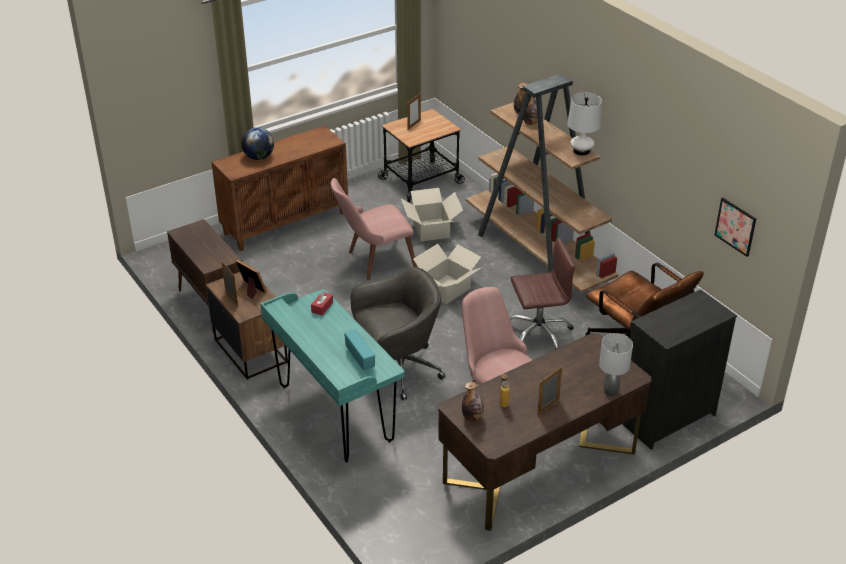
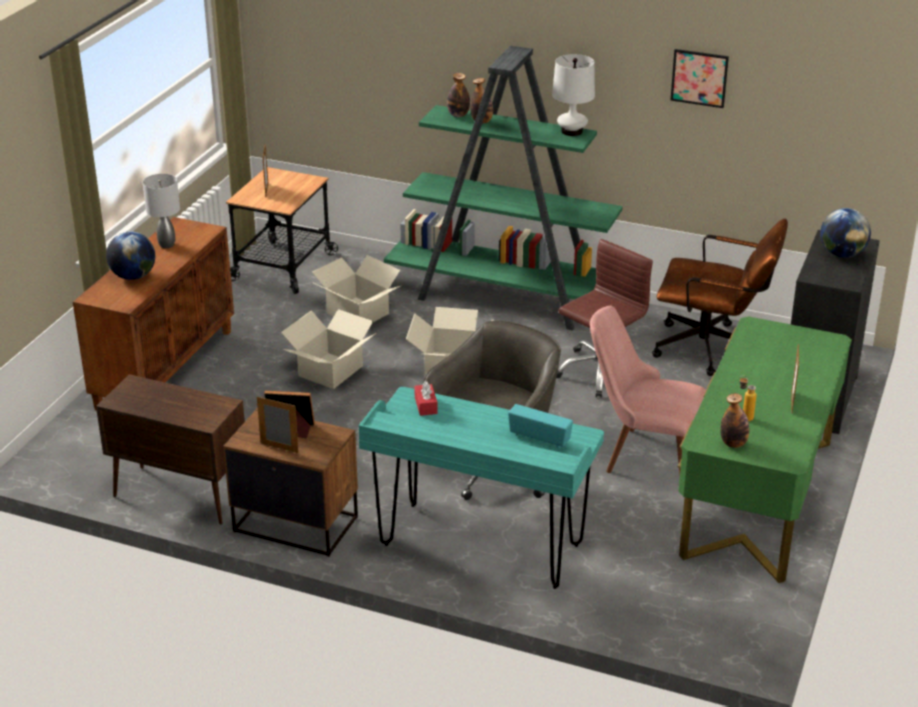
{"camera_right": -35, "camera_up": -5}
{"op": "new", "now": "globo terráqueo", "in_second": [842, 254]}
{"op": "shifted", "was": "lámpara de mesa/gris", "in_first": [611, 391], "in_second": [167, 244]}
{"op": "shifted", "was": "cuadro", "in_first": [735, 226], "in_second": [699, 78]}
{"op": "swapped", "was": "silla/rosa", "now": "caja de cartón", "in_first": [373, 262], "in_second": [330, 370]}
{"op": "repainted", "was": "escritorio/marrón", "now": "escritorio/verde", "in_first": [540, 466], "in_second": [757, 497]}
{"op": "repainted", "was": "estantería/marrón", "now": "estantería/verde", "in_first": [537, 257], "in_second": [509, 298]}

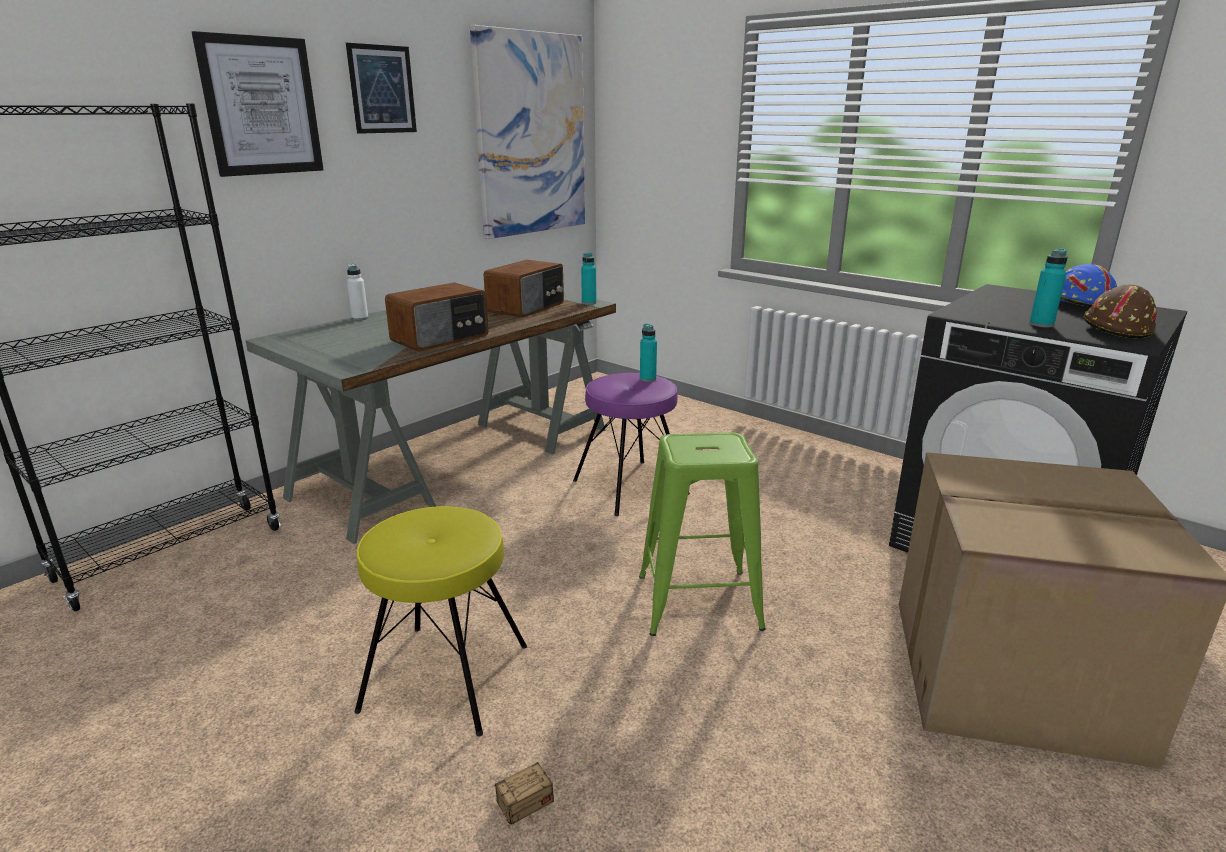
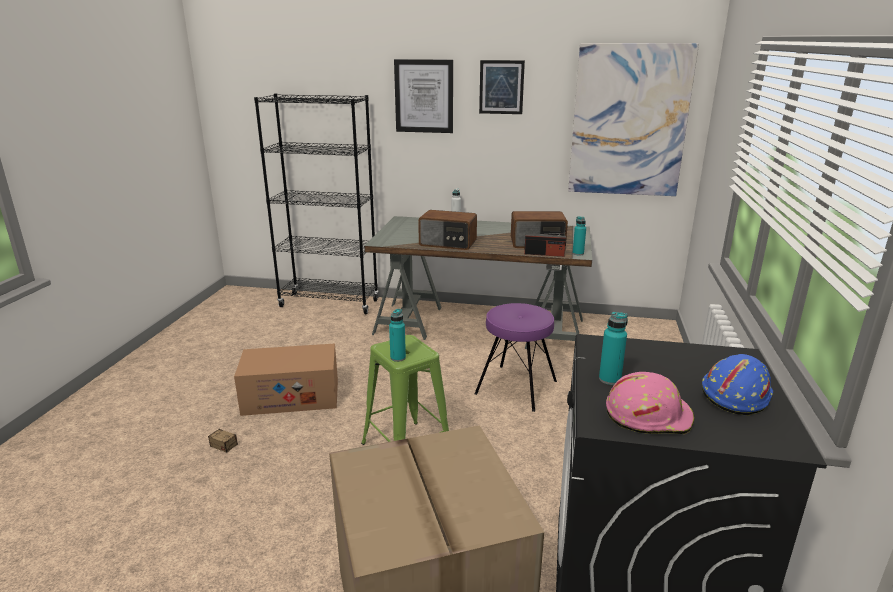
{"camera_right": 60, "camera_up": 0}
{"op": "new", "now": "radio", "in_second": [544, 254]}
{"op": "shifted", "was": "botella/turquesa", "in_first": [648, 379], "in_second": [398, 358]}
{"op": "swapped", "was": "taburete/amarillo", "now": "caja de cartón", "in_first": [445, 676], "in_second": [291, 396]}
{"op": "repainted", "was": "casco/marrón", "now": "casco/rosa", "in_first": [1116, 329], "in_second": [648, 415]}

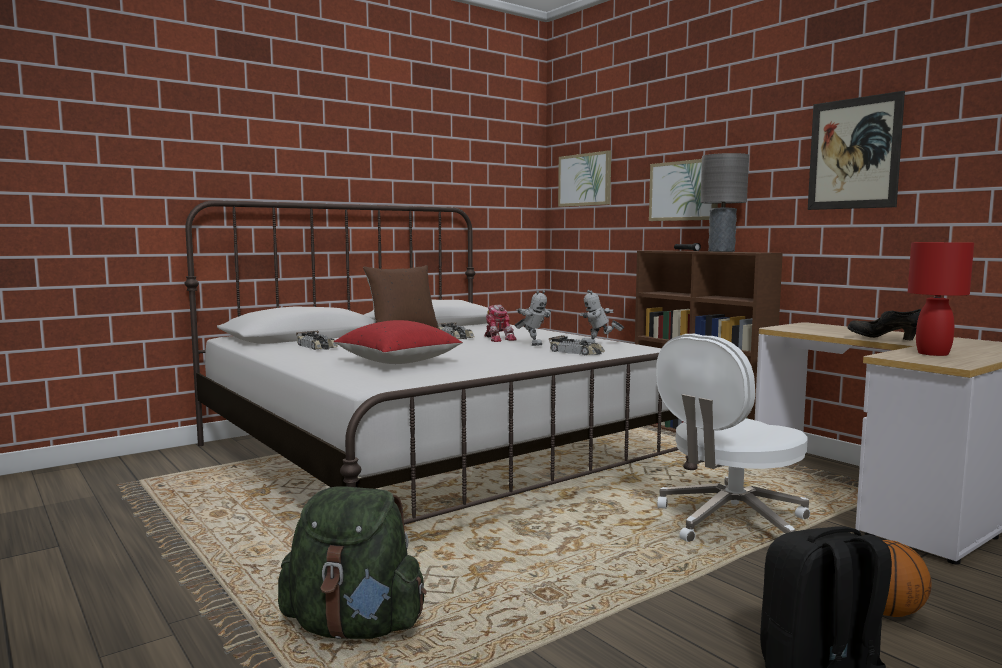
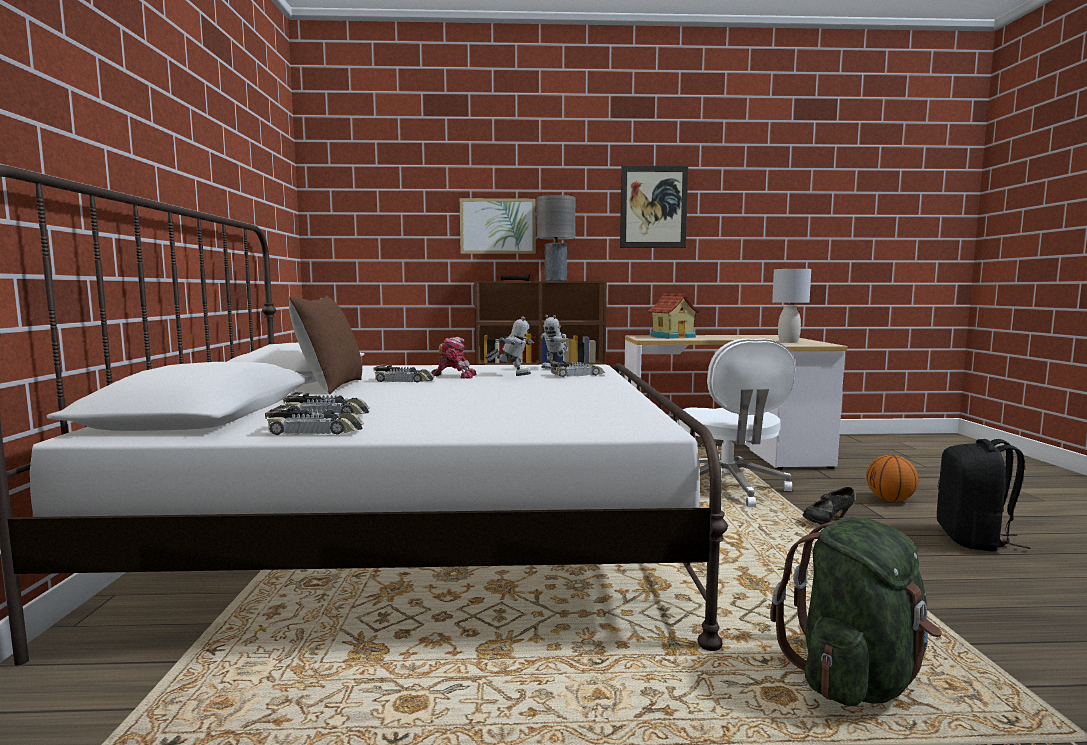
{"camera_right": -55, "camera_up": 0}
{"op": "gone", "was": "cojín/rojo", "in_first": [398, 362]}
{"op": "gone", "was": "cuadro", "in_first": [585, 179]}
{"op": "new", "now": "coche de juguete", "in_second": [317, 430]}
{"op": "new", "now": "casita", "in_second": [673, 336]}
{"op": "shifted", "was": "zapato/negro", "in_first": [883, 338], "in_second": [827, 521]}
{"op": "repainted", "was": "lámpara de mesa/rojo", "now": "lámpara de mesa/gris", "in_first": [932, 353], "in_second": [788, 342]}

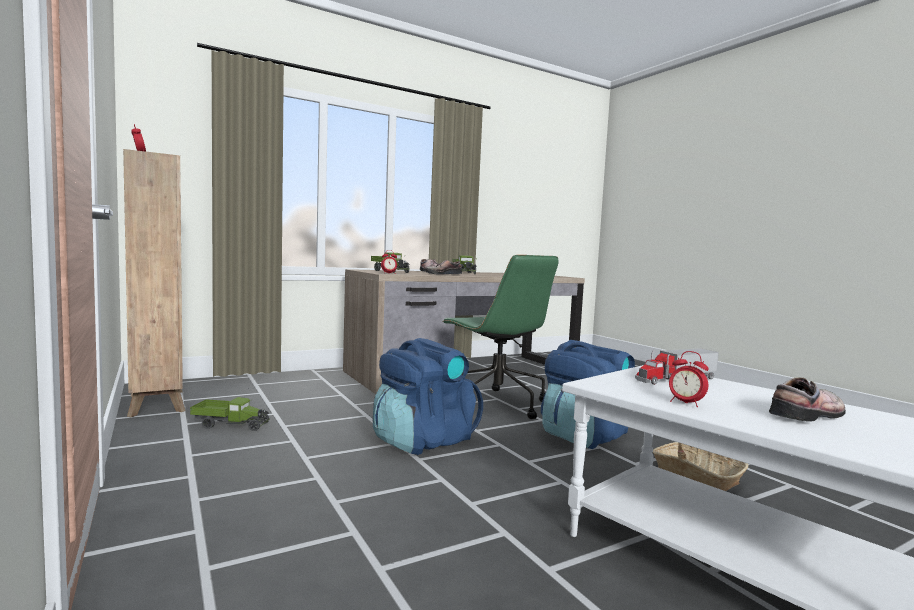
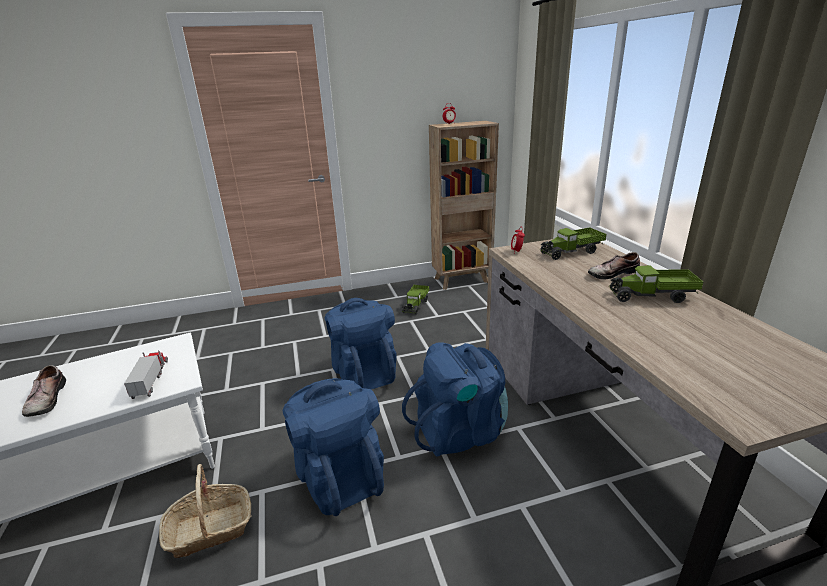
{"camera_right": 105, "camera_up": 20}
{"op": "gone", "was": "zapato", "in_first": [442, 274]}
{"op": "gone", "was": "despertador", "in_first": [685, 403]}
{"op": "swapped", "was": "silla de oficina/verde", "now": "mochila/azul", "in_first": [496, 403], "in_second": [460, 431]}

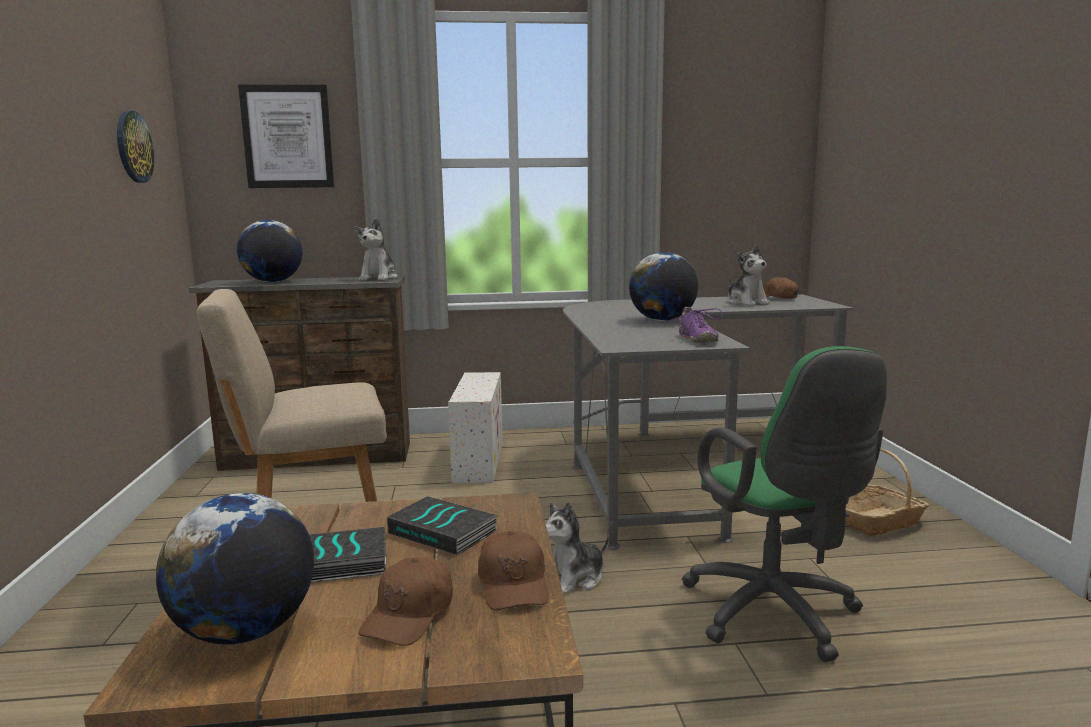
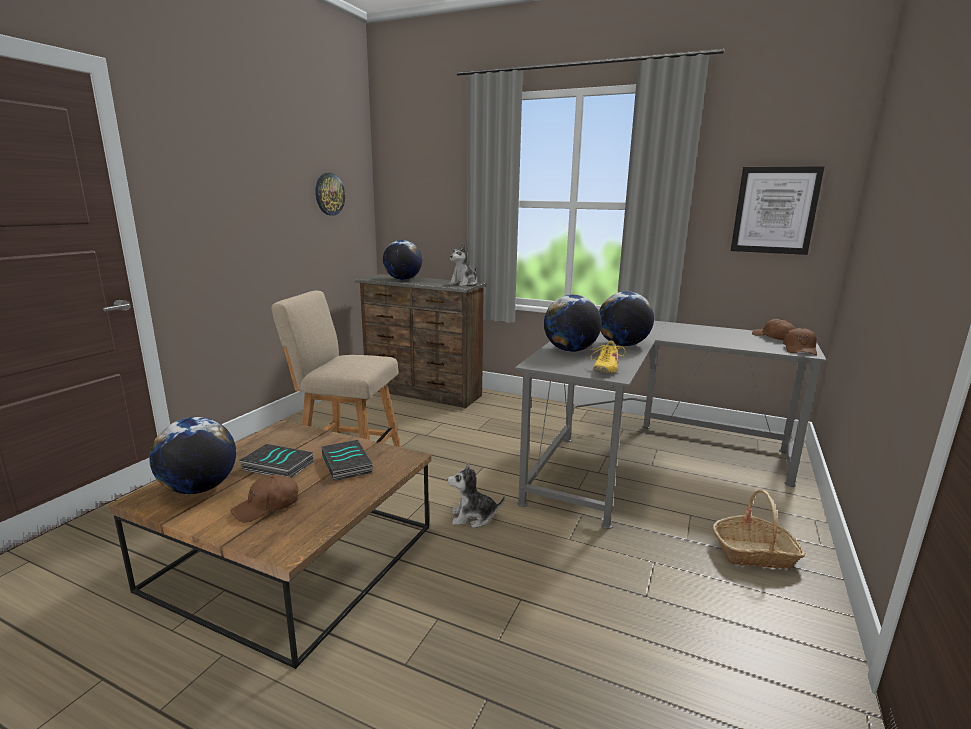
{"camera_right": 30, "camera_up": 5}
{"op": "gone", "was": "caja de almacenaje/blanco", "in_first": [479, 460]}
{"op": "gone", "was": "silla de oficina/verde", "in_first": [775, 616]}
{"op": "gone", "was": "peluche", "in_first": [746, 303]}
{"op": "new", "now": "globo terráqueo", "in_second": [570, 350]}
{"op": "shifted", "was": "cuadro", "in_first": [287, 137], "in_second": [775, 210]}
{"op": "shifted", "was": "gorra/marrón", "in_first": [514, 584], "in_second": [799, 349]}
{"op": "repainted", "was": "zapato/morado", "now": "zapato/amarillo", "in_first": [697, 339], "in_second": [605, 368]}

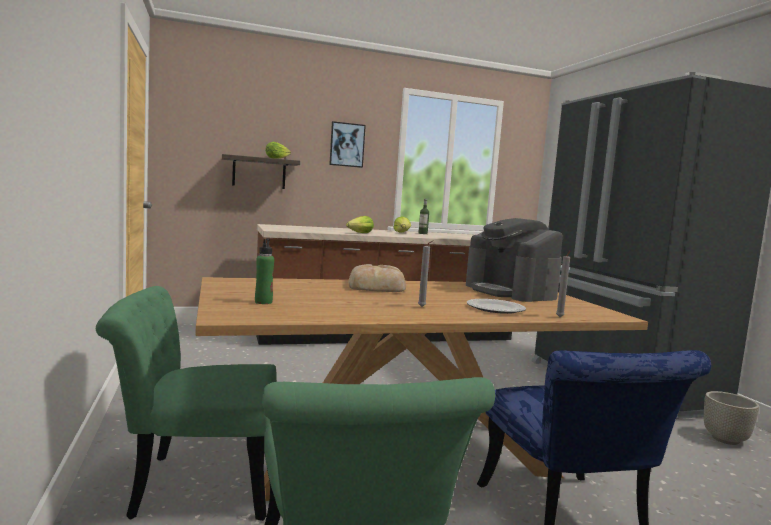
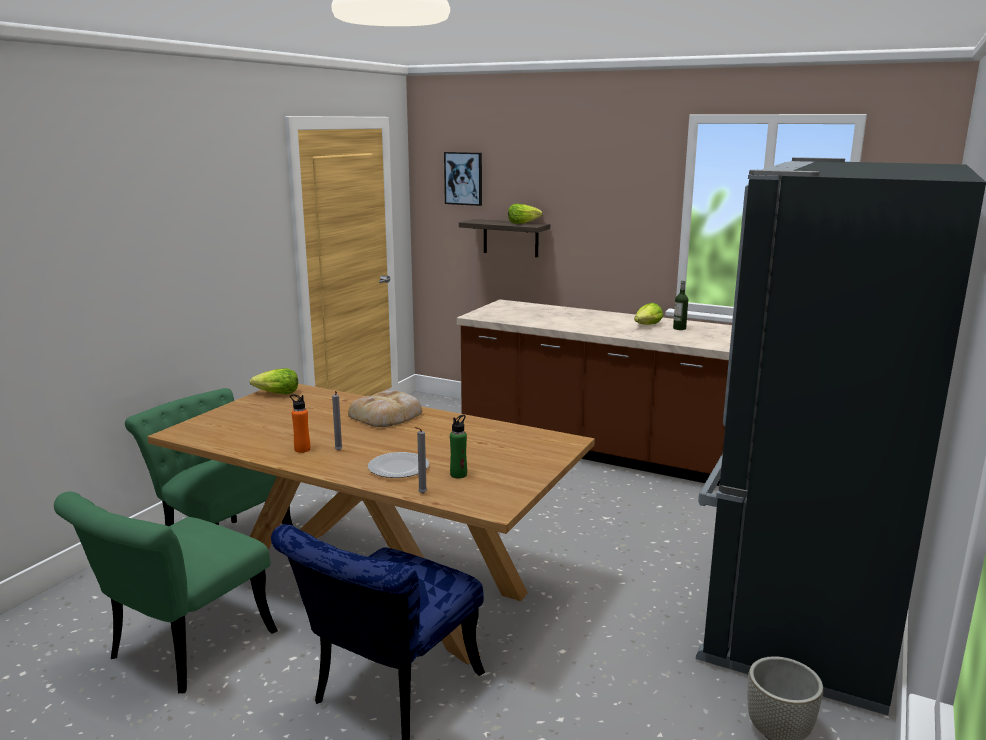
{"camera_right": 45, "camera_up": 10}
{"op": "gone", "was": "cafetera", "in_first": [510, 292]}
{"op": "new", "now": "botella/naranja", "in_second": [302, 449]}
{"op": "shifted", "was": "botella/verde", "in_first": [263, 302], "in_second": [458, 474]}
{"op": "shifted", "was": "cuadro", "in_first": [347, 145], "in_second": [463, 178]}
{"op": "shifted", "was": "lechuga", "in_first": [360, 233], "in_second": [277, 394]}

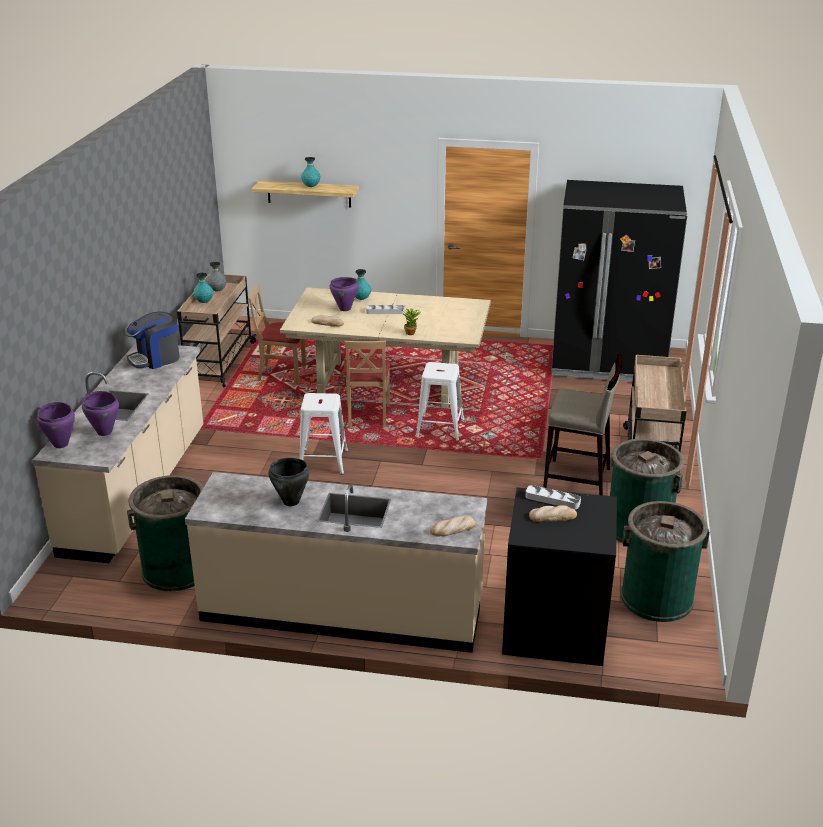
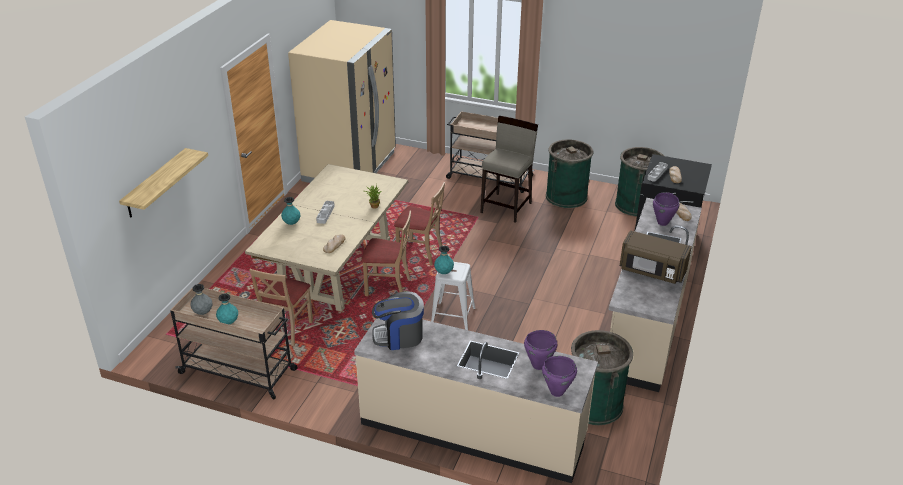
{"camera_right": -80, "camera_up": 5}
{"op": "shifted", "was": "florero/turquesa", "in_first": [311, 186], "in_second": [443, 272]}
{"op": "shifted", "was": "olla/morado", "in_first": [345, 309], "in_second": [663, 222]}
{"op": "swapped", "was": "olla/negro", "now": "microondas/marrón", "in_first": [291, 502], "in_second": [651, 271]}
{"op": "swapped", "was": "taburete/blanco", "now": "silla/beis", "in_first": [440, 428], "in_second": [420, 253]}
{"op": "repainted", "was": "nevera/negro", "now": "nevera/beis", "in_first": [608, 363], "in_second": [350, 166]}
{"op": "rotated", "was": "cafetera", "in_first": [155, 359], "in_second": [399, 336], "clockwise": 105}

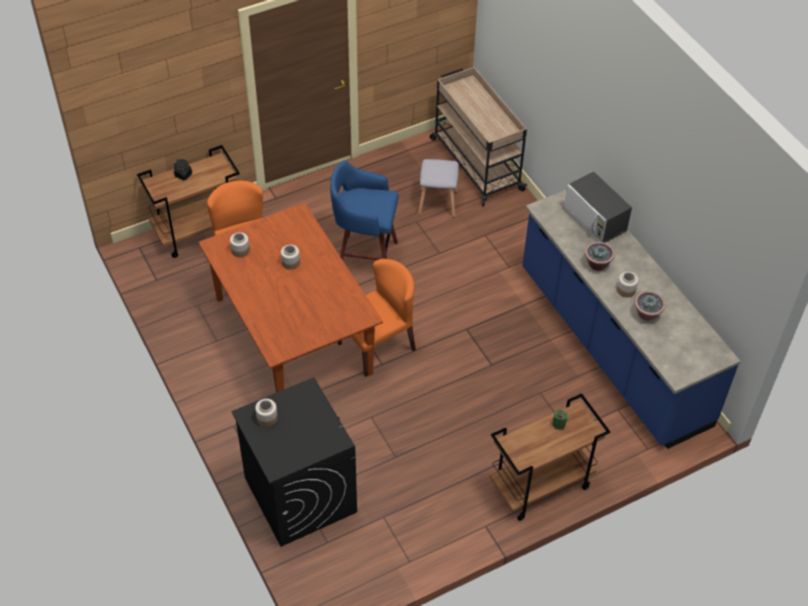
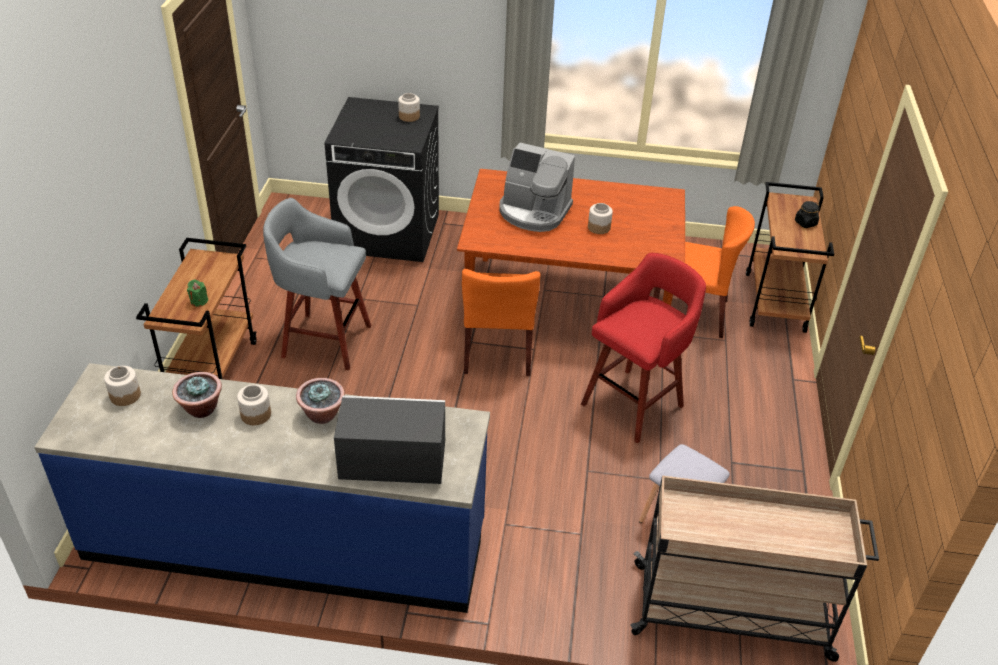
{"camera_right": 125, "camera_up": -10}
{"op": "new", "now": "taburete/gris", "in_second": [323, 340]}
{"op": "new", "now": "cafetera", "in_second": [534, 212]}
{"op": "shifted", "was": "tarro", "in_first": [240, 250], "in_second": [125, 395]}
{"op": "repainted", "was": "taburete/azul", "now": "taburete/rojo", "in_first": [365, 257], "in_second": [634, 404]}

